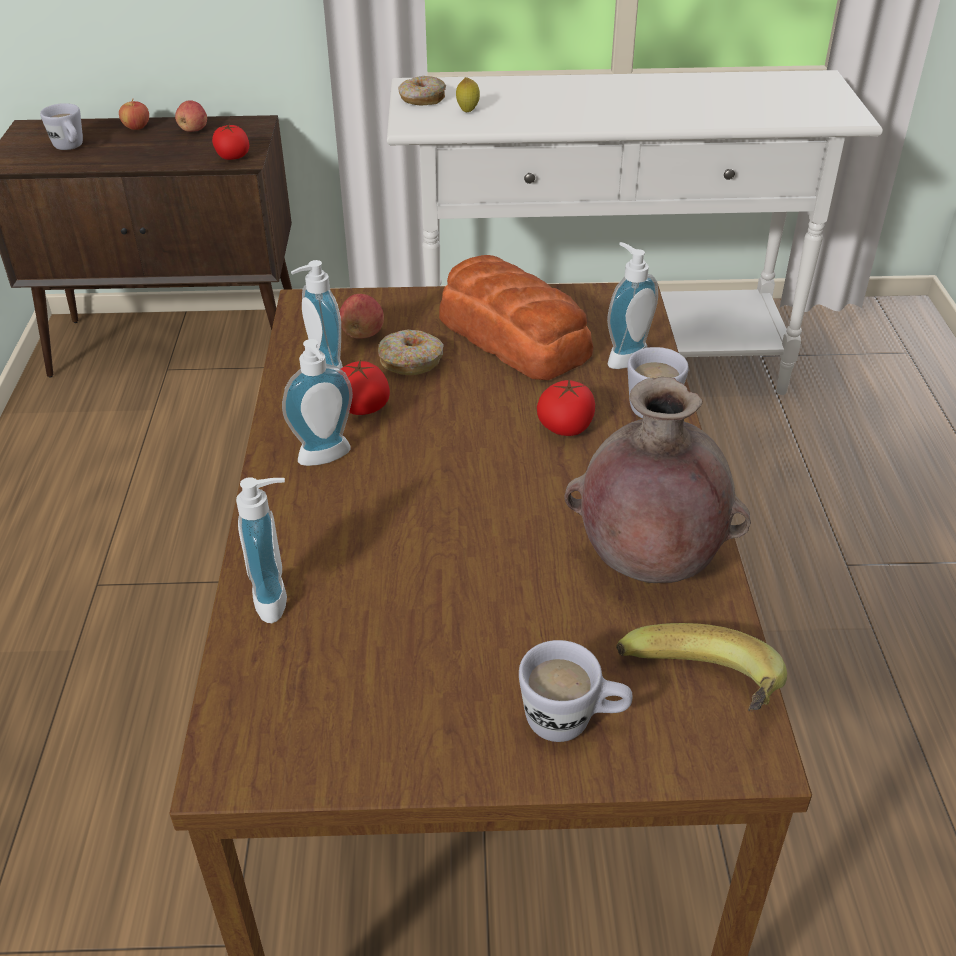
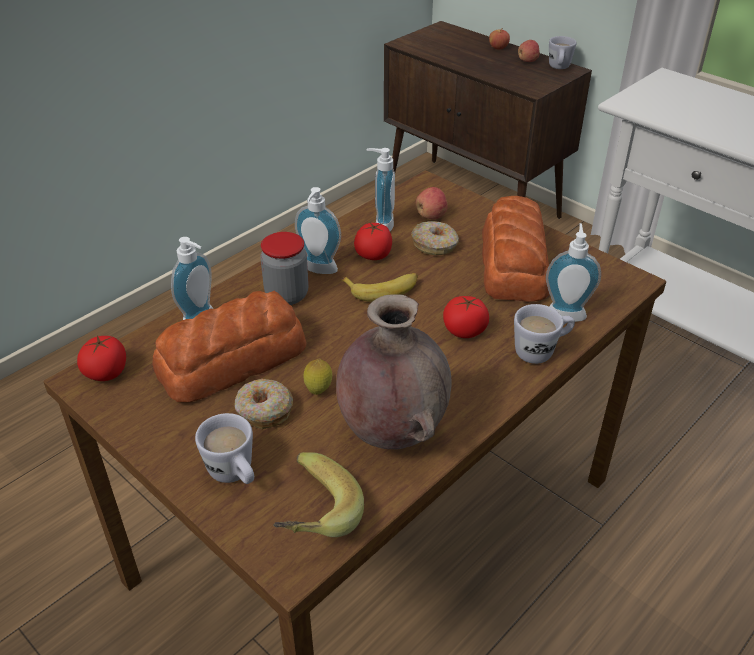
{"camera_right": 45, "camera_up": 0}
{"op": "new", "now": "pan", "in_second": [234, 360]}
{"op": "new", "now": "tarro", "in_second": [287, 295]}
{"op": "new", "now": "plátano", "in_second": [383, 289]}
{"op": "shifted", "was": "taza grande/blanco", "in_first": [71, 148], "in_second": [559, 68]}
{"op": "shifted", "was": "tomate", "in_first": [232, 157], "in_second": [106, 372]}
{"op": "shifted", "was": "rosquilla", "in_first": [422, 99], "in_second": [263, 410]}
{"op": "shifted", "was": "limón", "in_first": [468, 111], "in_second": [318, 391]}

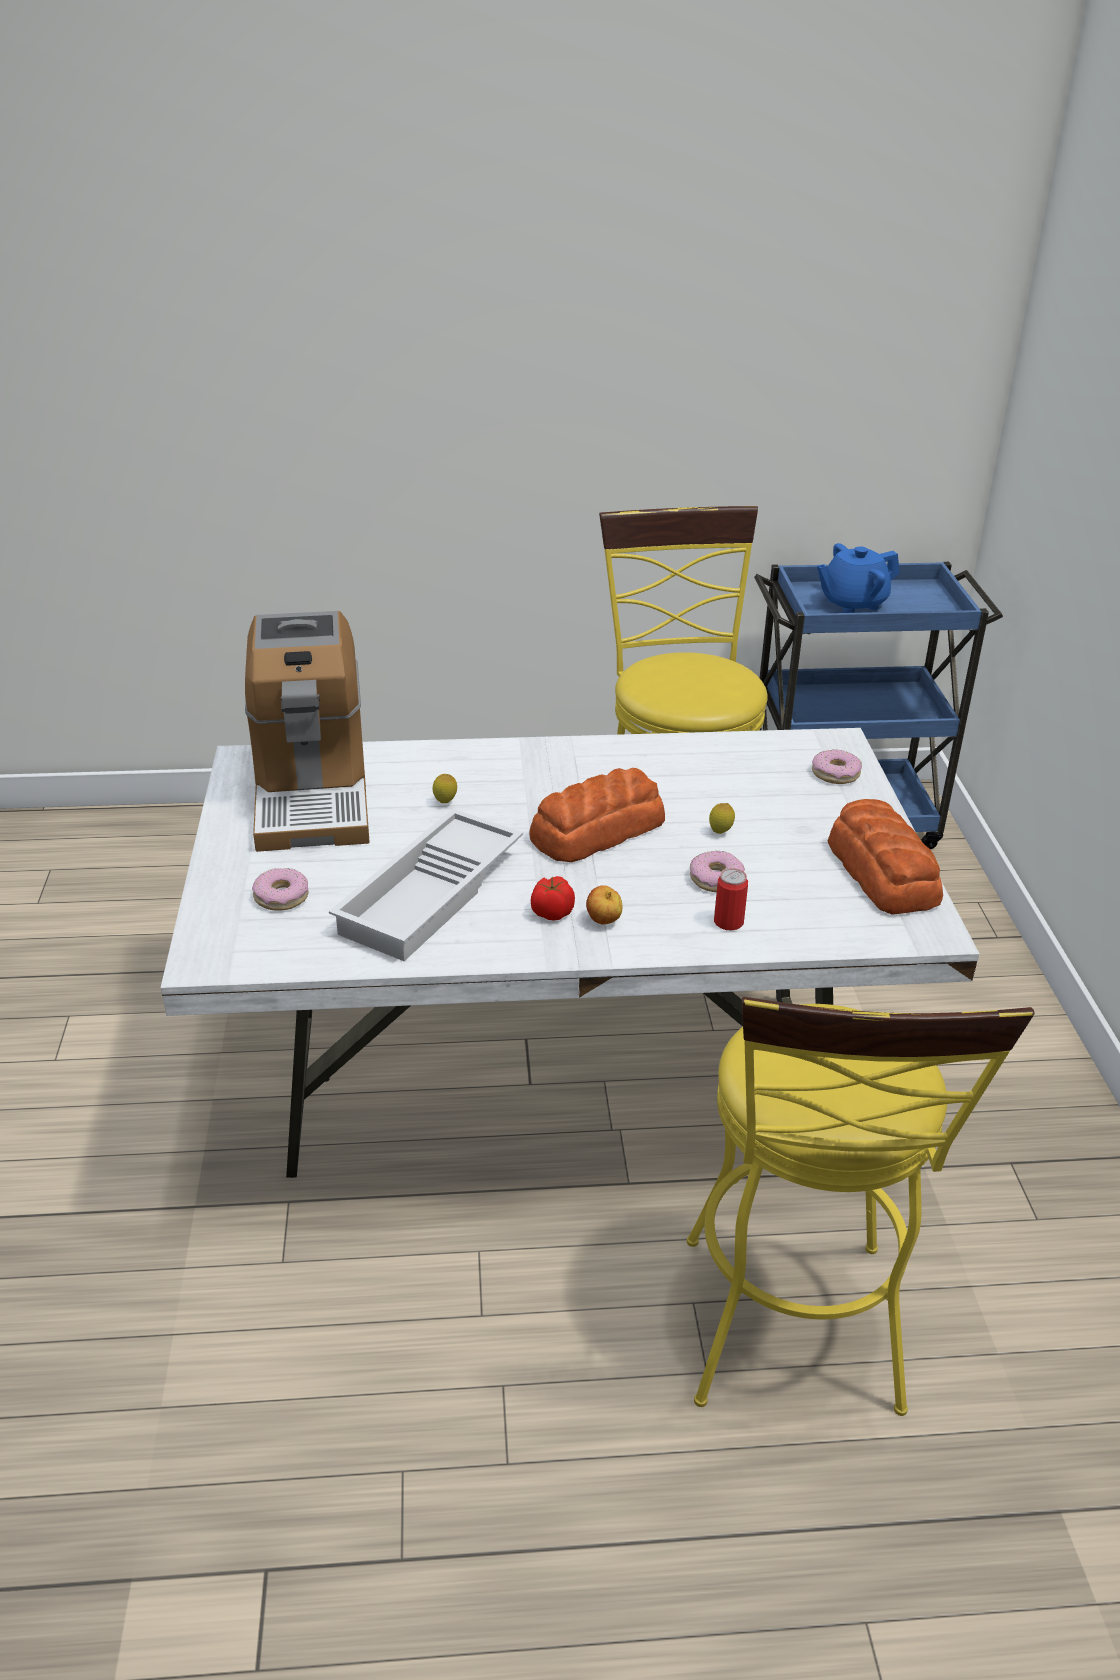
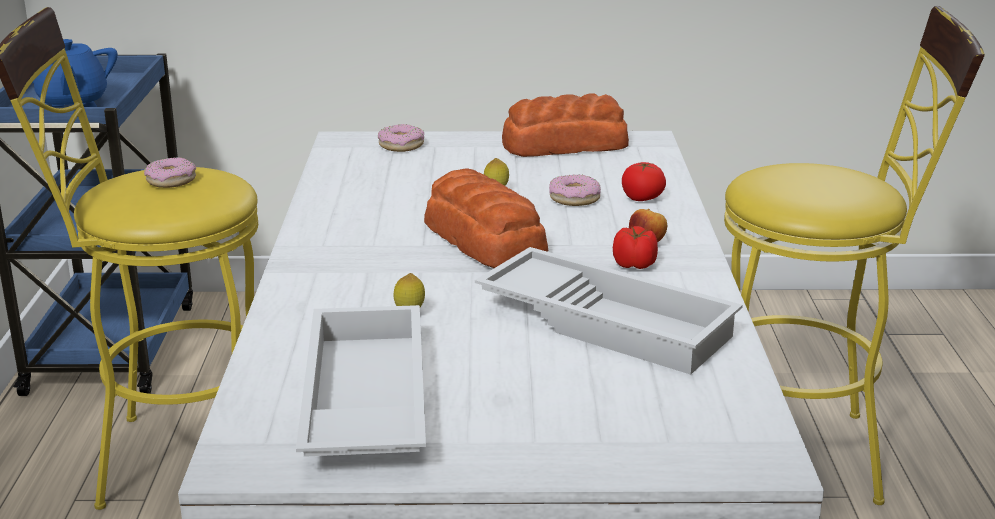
{"camera_right": -85, "camera_up": -10}
{"op": "shifted", "was": "rosquilla", "in_first": [281, 897], "in_second": [171, 180]}
{"op": "swapped", "was": "cafetera", "now": "bandeja/blanco", "in_first": [312, 793], "in_second": [361, 401]}
{"op": "swapped", "was": "lata", "now": "tomate", "in_first": [728, 922], "in_second": [642, 198]}

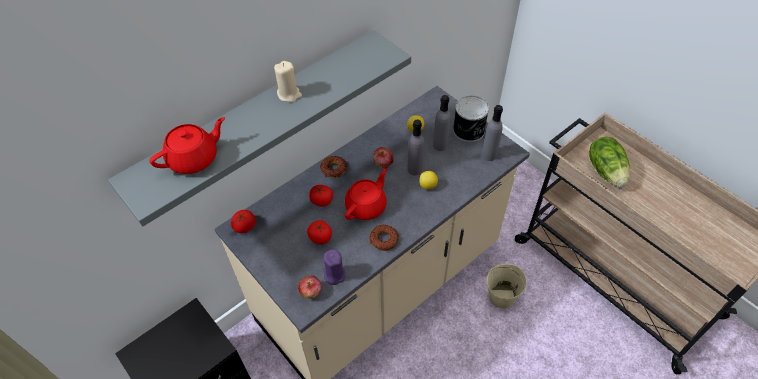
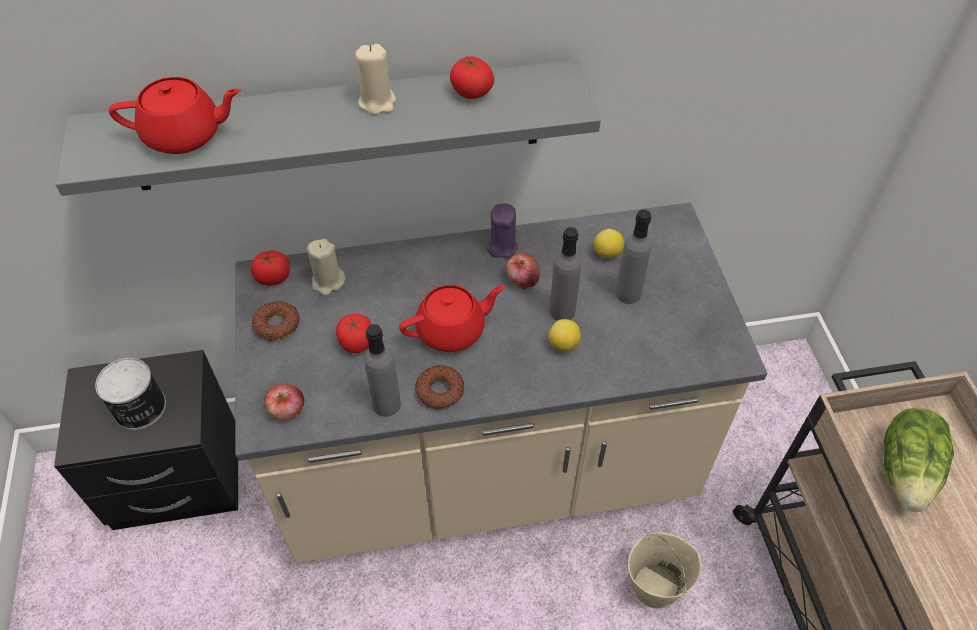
{"camera_right": 30, "camera_up": 0}
{"op": "new", "now": "vela/beis", "in_second": [328, 282]}
{"op": "shifted", "was": "tomate", "in_first": [321, 201], "in_second": [471, 92]}
{"op": "shifted", "was": "rosquilla", "in_first": [333, 169], "in_second": [277, 324]}
{"op": "shifted", "was": "vela/morado", "in_first": [334, 274], "in_second": [502, 246]}
{"op": "shifted", "was": "lata", "in_first": [469, 130], "in_second": [139, 409]}
{"op": "shifted", "was": "botella/gris", "in_first": [489, 155], "in_second": [386, 404]}

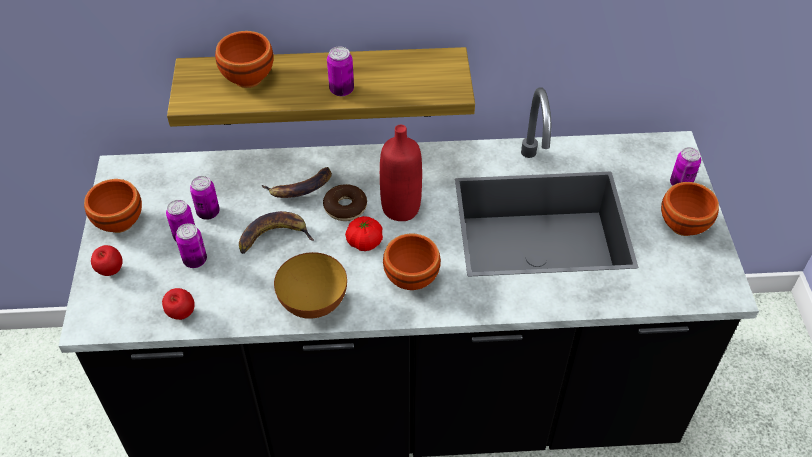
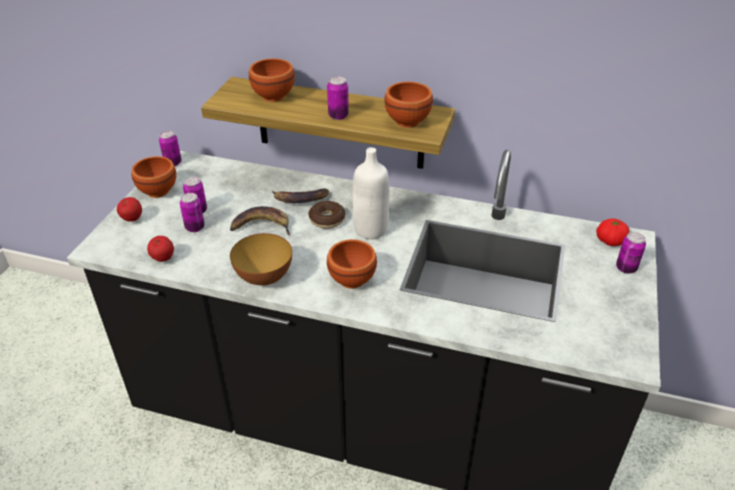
{"camera_right": 20, "camera_up": -10}
{"op": "shifted", "was": "lata", "in_first": [208, 213], "in_second": [173, 163]}
{"op": "shifted", "was": "tomate", "in_first": [364, 242], "in_second": [610, 241]}
{"op": "shifted", "was": "cuenco/marrón", "in_first": [684, 224], "in_second": [409, 121]}
{"op": "repainted", "was": "botella/rojo", "now": "botella/blanco", "in_first": [401, 208], "in_second": [370, 230]}

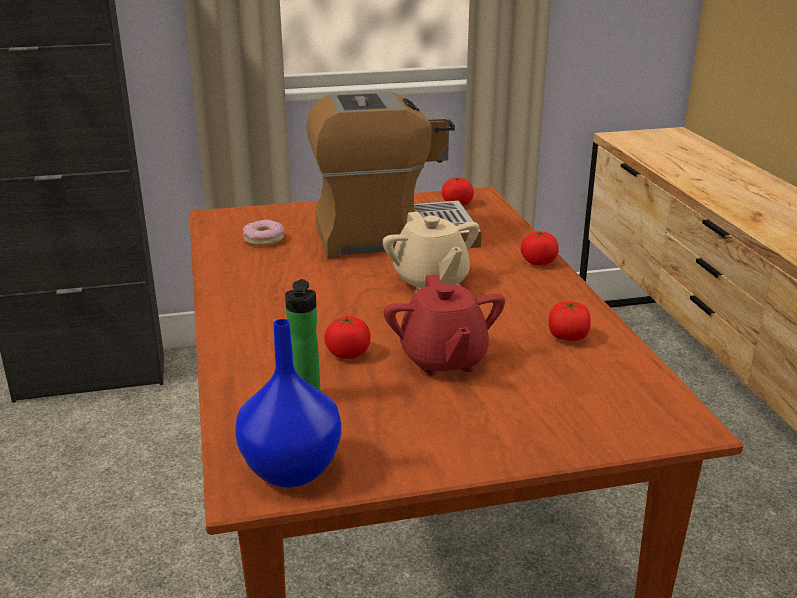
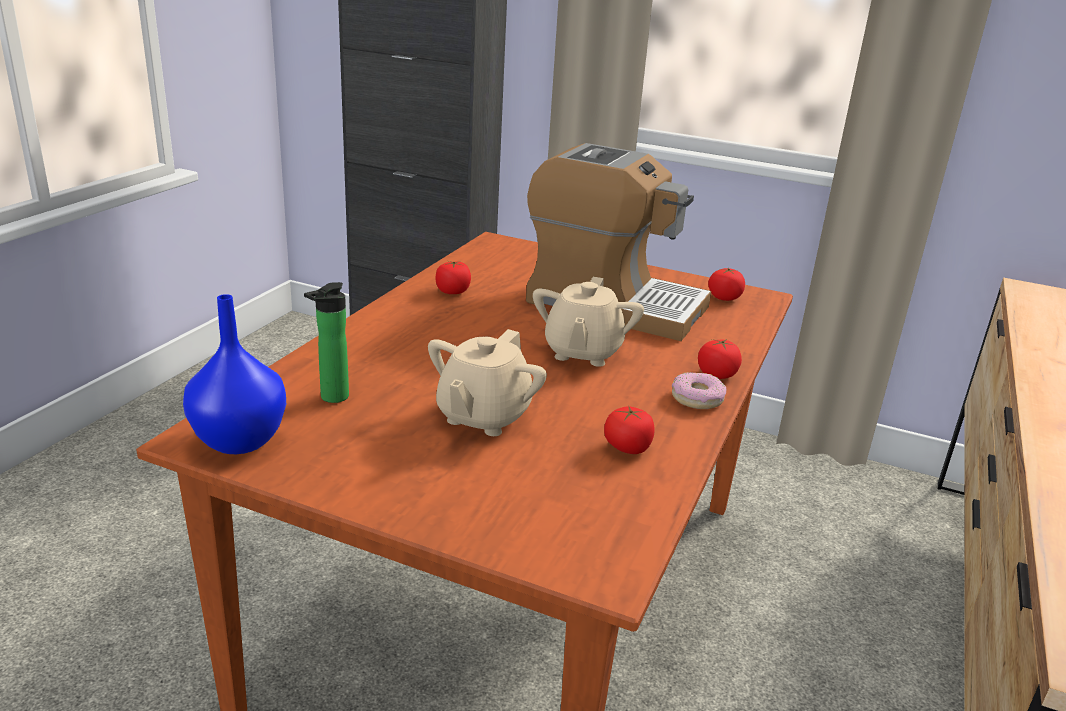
{"camera_right": 35, "camera_up": 0}
{"op": "shifted", "was": "rosquilla", "in_first": [263, 239], "in_second": [697, 398]}
{"op": "shifted", "was": "tomate", "in_first": [348, 353], "in_second": [453, 291]}
{"op": "repainted", "was": "tetera/rojo", "now": "tetera/beis", "in_first": [443, 360], "in_second": [483, 416]}

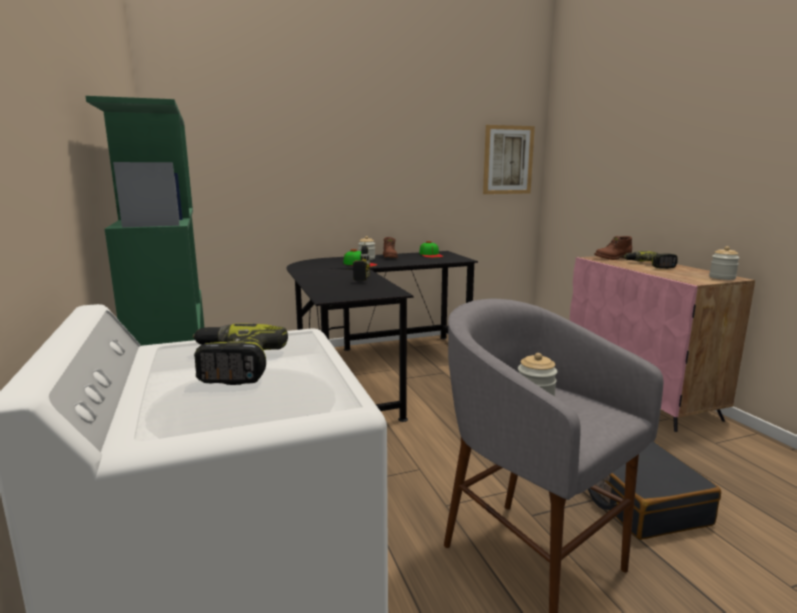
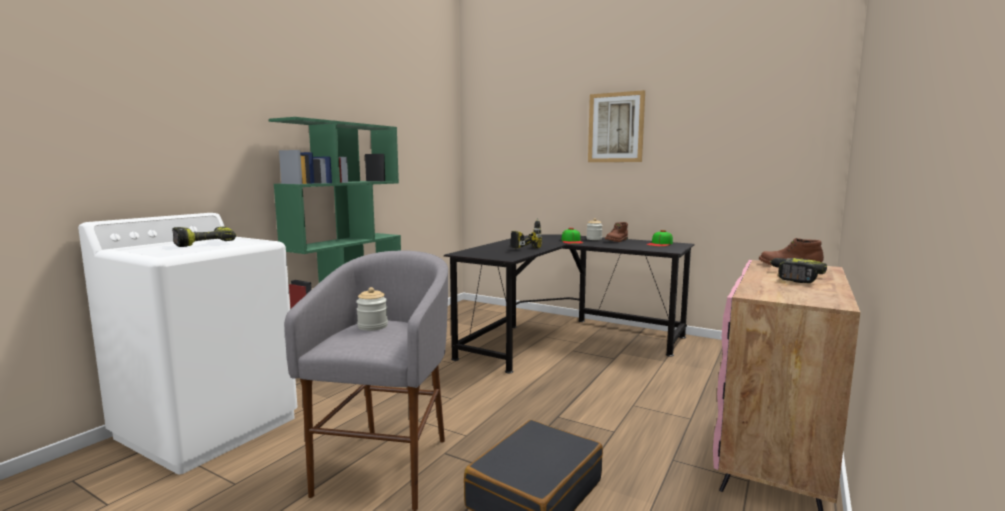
{"camera_right": 50, "camera_up": -5}
{"op": "gone", "was": "tarro", "in_first": [722, 277]}
{"op": "shifted", "was": "cuadro", "in_first": [508, 160], "in_second": [615, 127]}

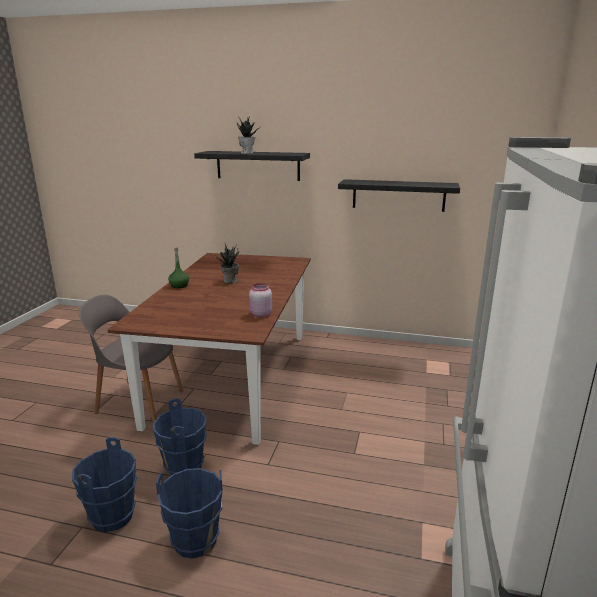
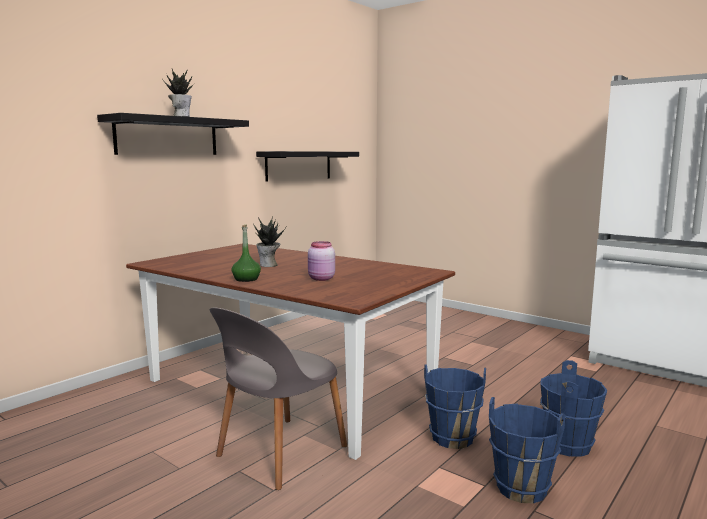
{"camera_right": -65, "camera_up": -10}
{"op": "shifted", "was": "tarro/rosa", "in_first": [260, 314], "in_second": [321, 279]}

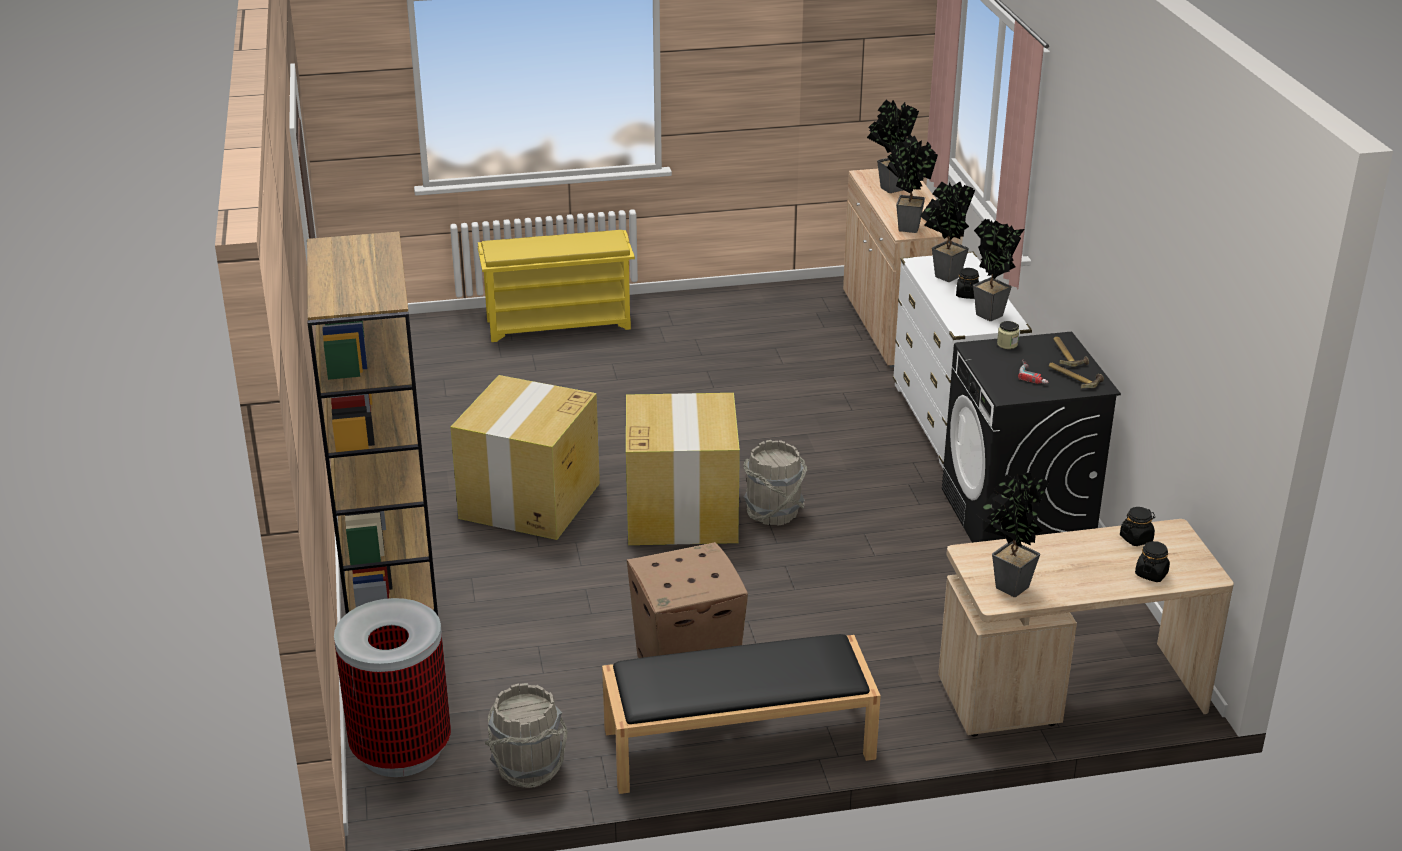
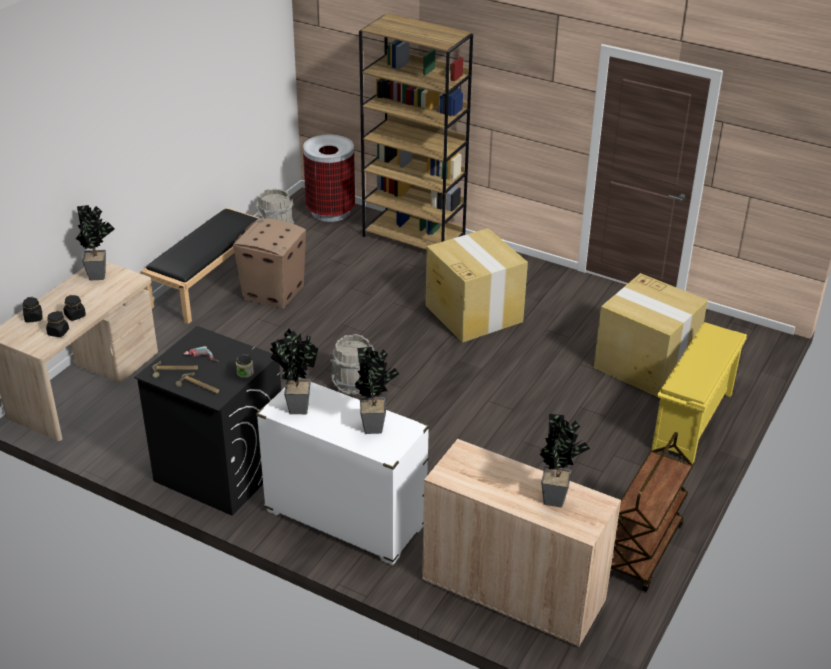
{"camera_right": 130, "camera_up": 5}
{"op": "gone", "was": "planta en maceta", "in_first": [905, 227]}
{"op": "new", "now": "carrito/marrón", "in_second": [644, 551]}
{"op": "shifted", "was": "caja de cartón", "in_first": [681, 512], "in_second": [646, 365]}
{"op": "shifted", "was": "tarro/negro", "in_first": [967, 294], "in_second": [75, 315]}

